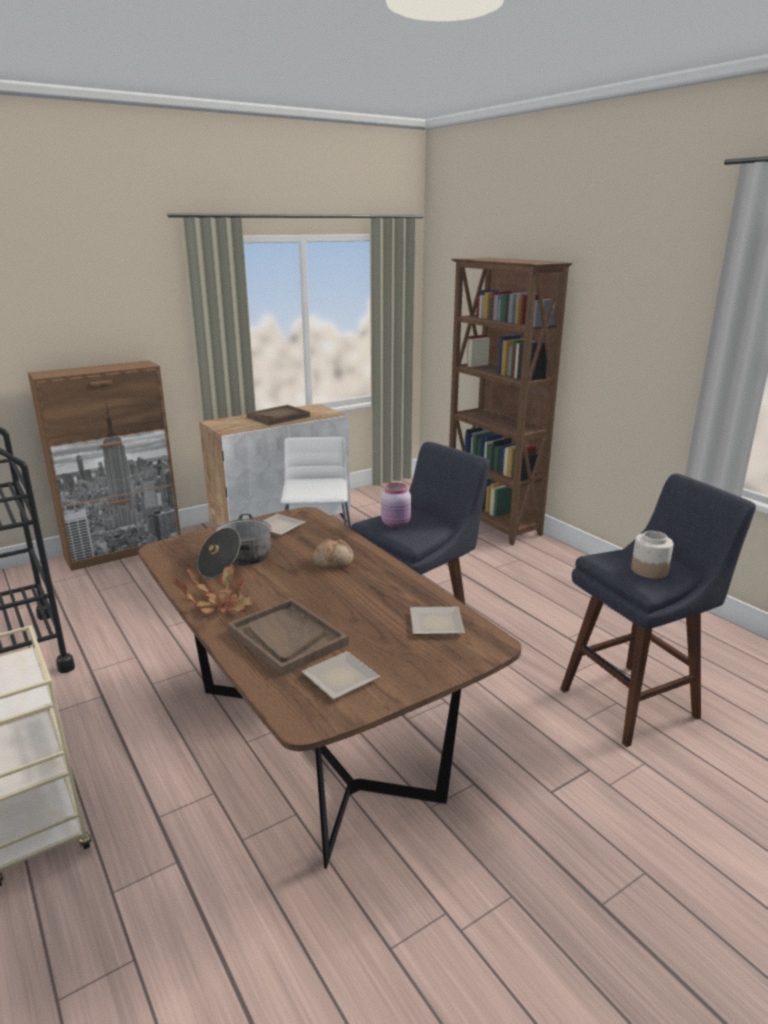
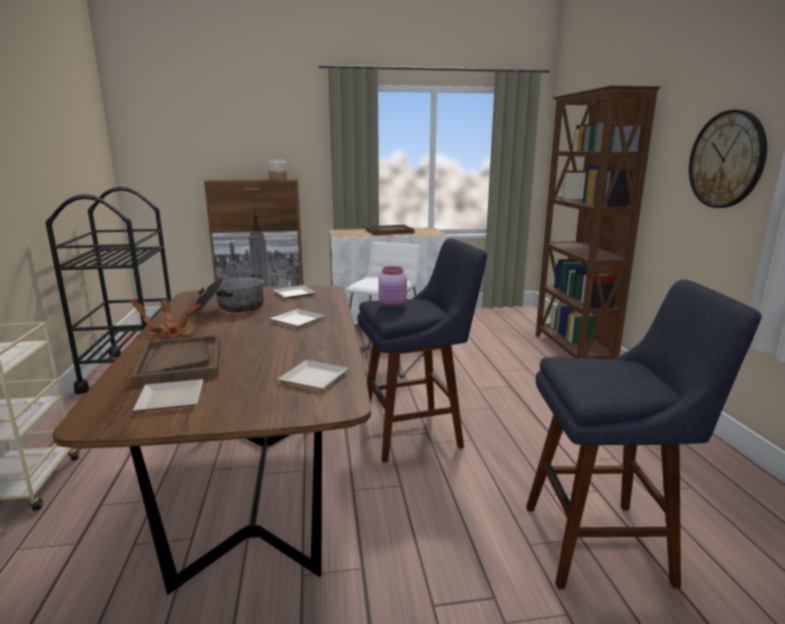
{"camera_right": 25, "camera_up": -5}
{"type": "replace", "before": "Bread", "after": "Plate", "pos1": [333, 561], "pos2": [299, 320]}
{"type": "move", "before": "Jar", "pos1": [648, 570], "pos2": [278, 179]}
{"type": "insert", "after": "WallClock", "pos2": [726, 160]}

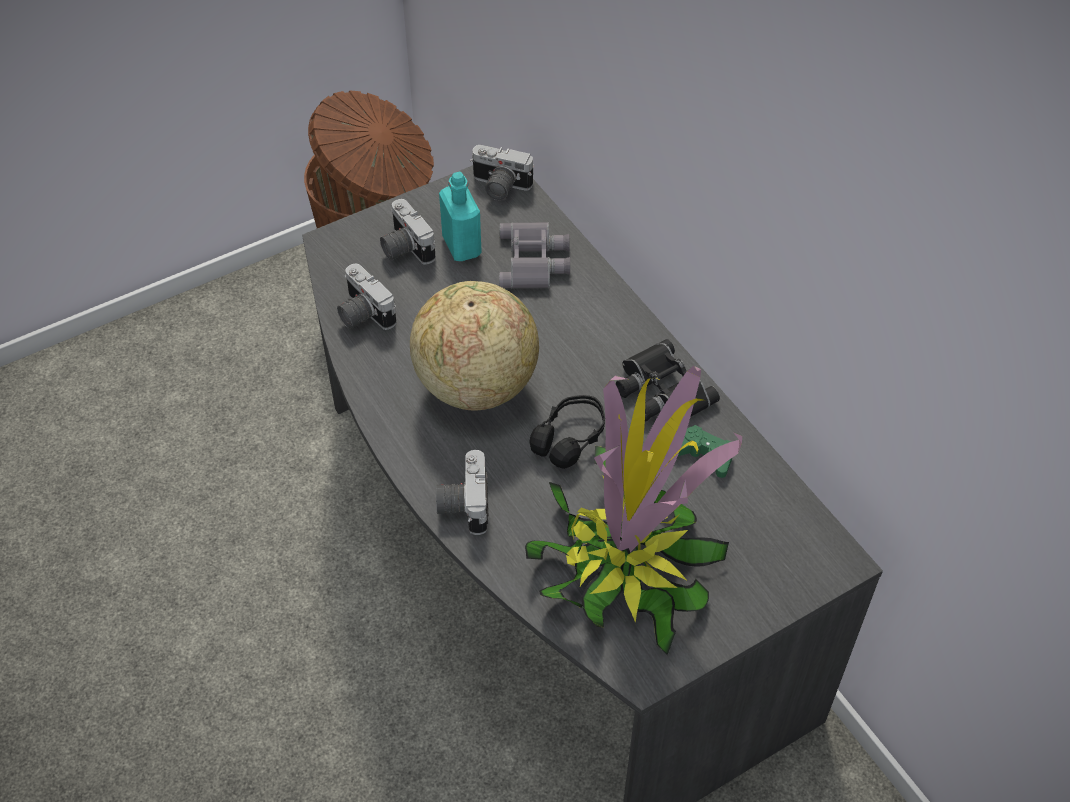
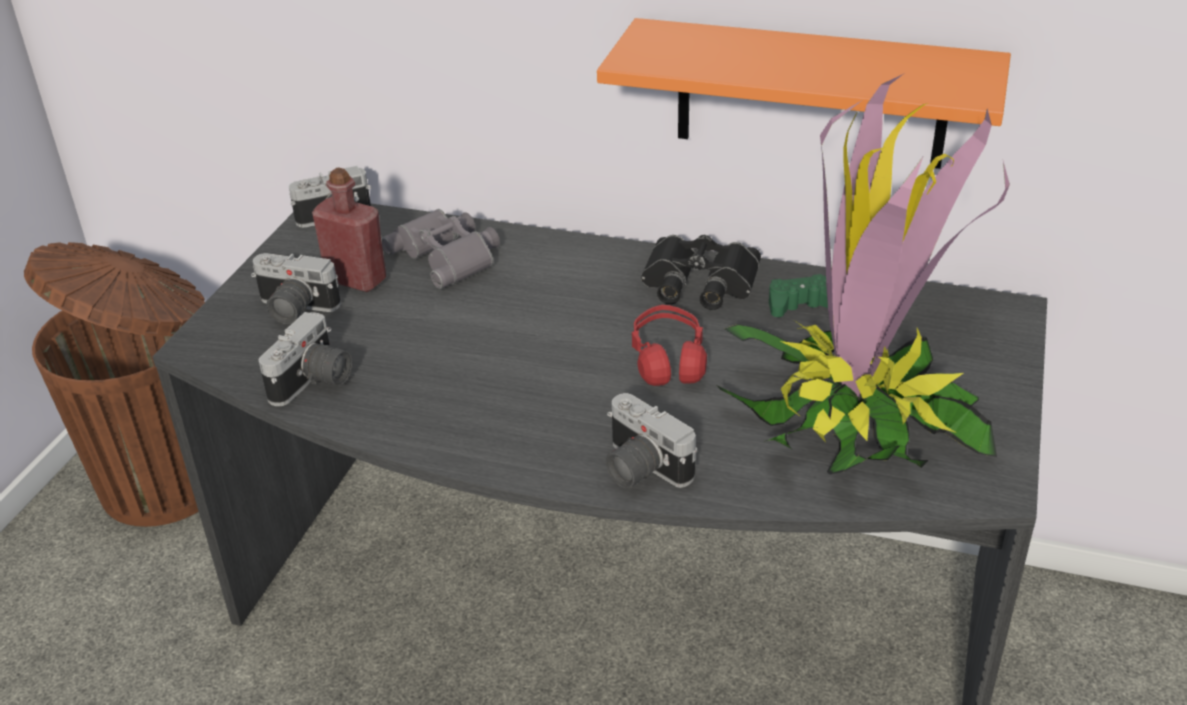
{"camera_right": -40, "camera_up": -15}
{"type": "rotate", "before": "PhotoCamera", "pos1": [362, 314], "pos2": [314, 383], "turn": -75}
{"type": "delete", "before": "Globe", "pos1": [476, 385]}
{"type": "recolor", "before": "TurquoiseBottle", "after": "RedBottle", "pos1": [461, 246], "pos2": [356, 279]}
{"type": "recolor", "before": "BlackHeadphones", "after": "RedHeadphones", "pos1": [570, 438], "pos2": [668, 359]}
{"type": "insert", "after": "OrangeShelf", "pos2": [810, 94]}

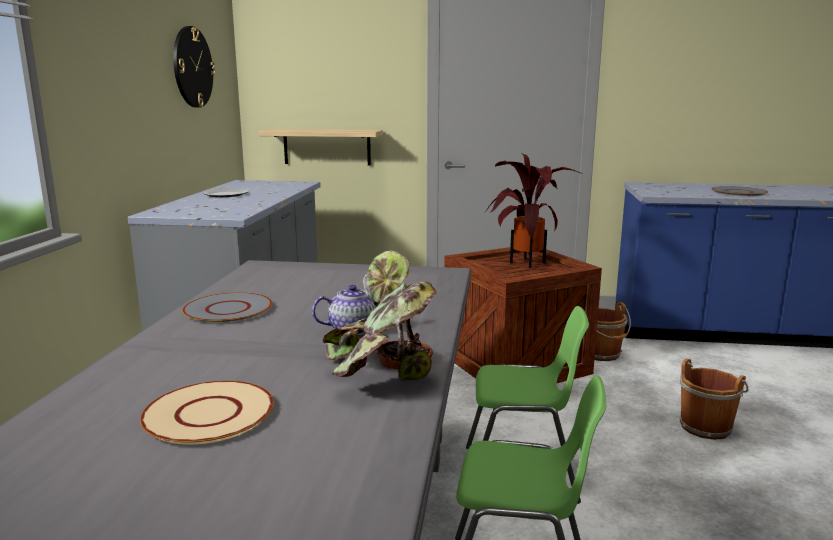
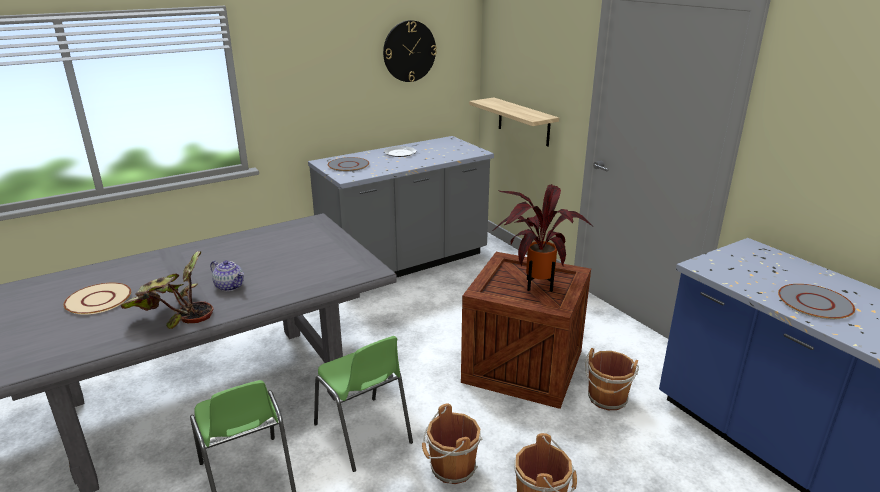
{"camera_right": 50, "camera_up": 10}
{"type": "move", "before": "GreyPlate", "pos1": [228, 310], "pos2": [348, 165]}
{"type": "insert", "after": "BrownBucket", "pos2": [451, 468]}

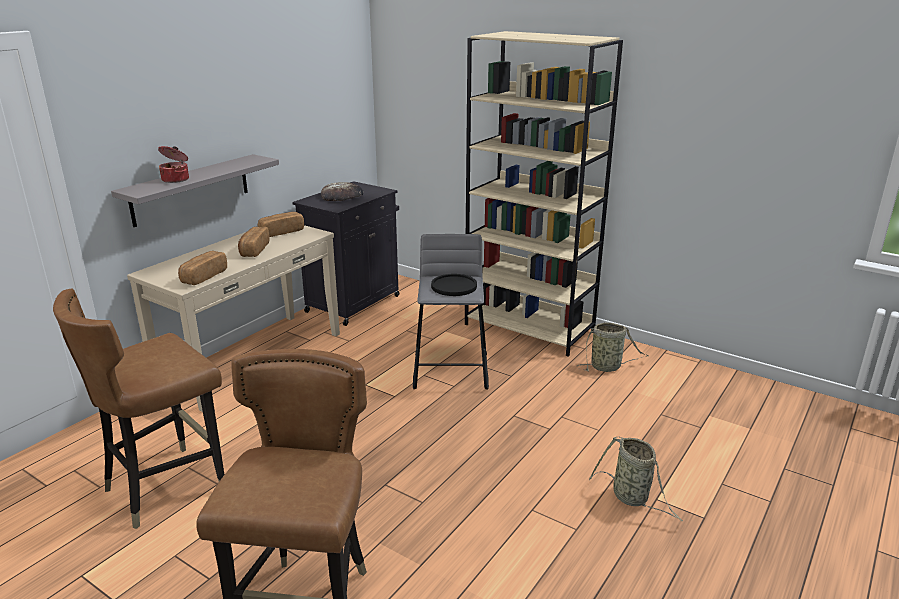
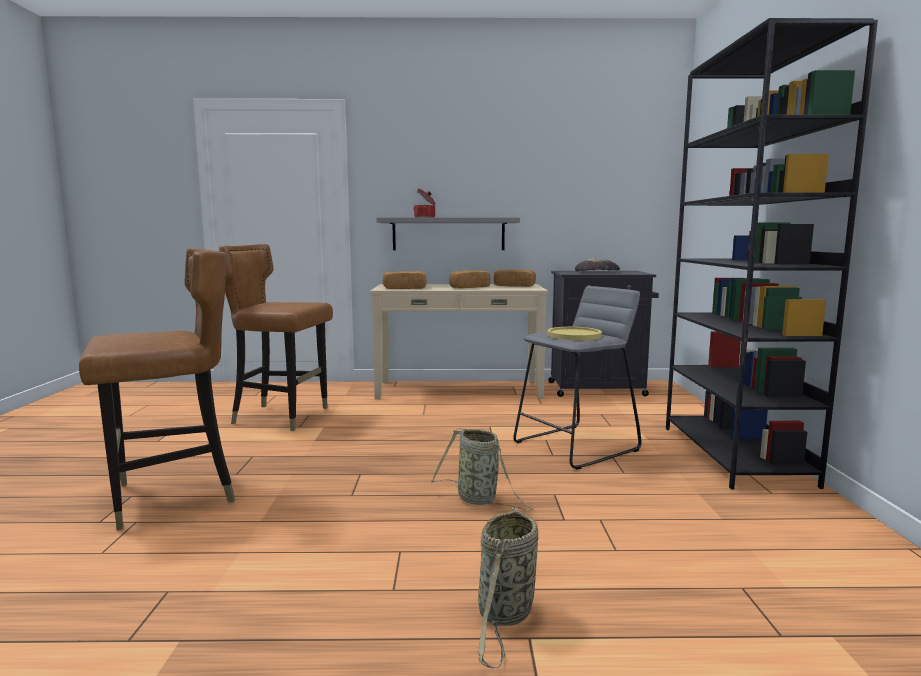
{"camera_right": 55, "camera_up": -15}
{"type": "recolor", "before": "BlackPlate", "after": "YellowPlate", "pos1": [454, 286], "pos2": [574, 335]}
{"type": "recolor", "before": "BeigeBookcase", "after": "BlackBookcase", "pos1": [530, 328], "pos2": [735, 455]}
{"type": "move", "before": "Basket", "pos1": [607, 367], "pos2": [479, 499]}

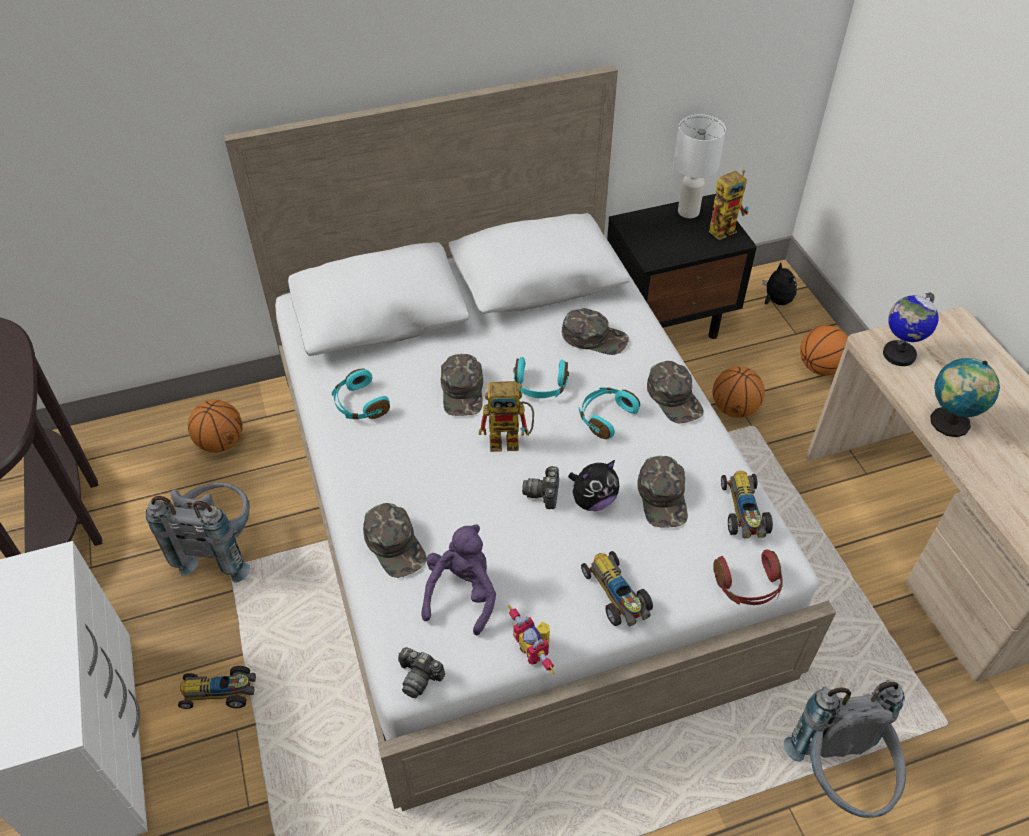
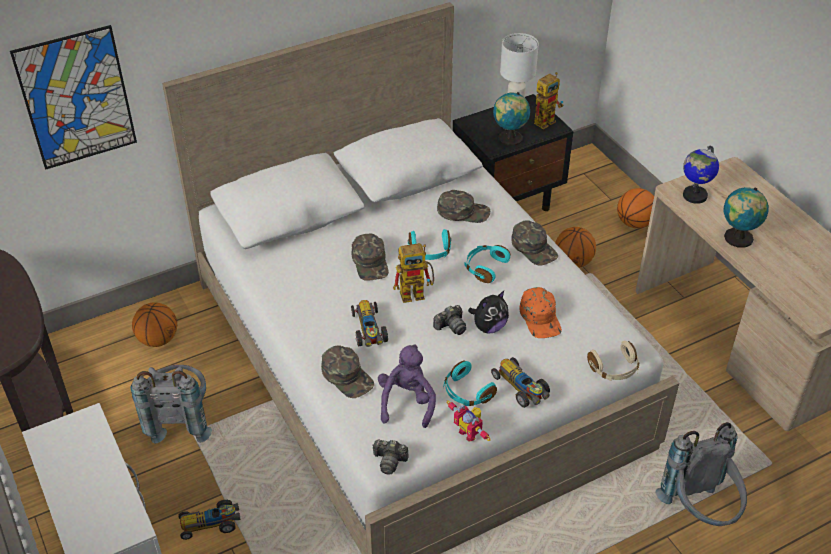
{"camera_right": -10, "camera_up": -5}
{"type": "move", "before": "TurquoiseHeadphones", "pos1": [360, 404], "pos2": [466, 392]}
{"type": "rotate", "before": "PhotoCamera", "pos1": [544, 493], "pos2": [451, 326], "turn": -120}
{"type": "recolor", "before": "GreenCap", "after": "OrangeCap", "pos1": [663, 497], "pos2": [540, 318]}
{"type": "recolor", "before": "RedHeadphones", "after": "BeigeHeadphones", "pos1": [748, 586], "pos2": [614, 369]}
{"type": "move", "before": "ToyCar", "pos1": [744, 512], "pos2": [369, 330]}
{"type": "delete", "before": "PlushToy", "pos1": [776, 301]}
{"type": "insert", "after": "Picture", "pos2": [76, 98]}
{"type": "insert", "after": "Globe", "pos2": [509, 139]}

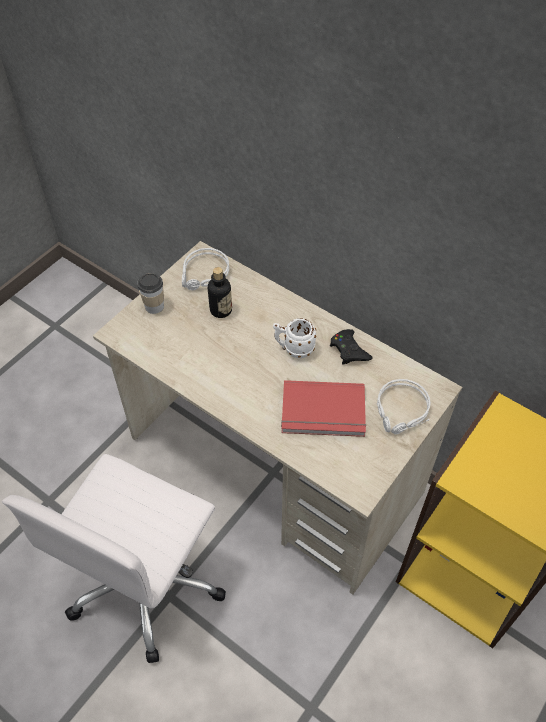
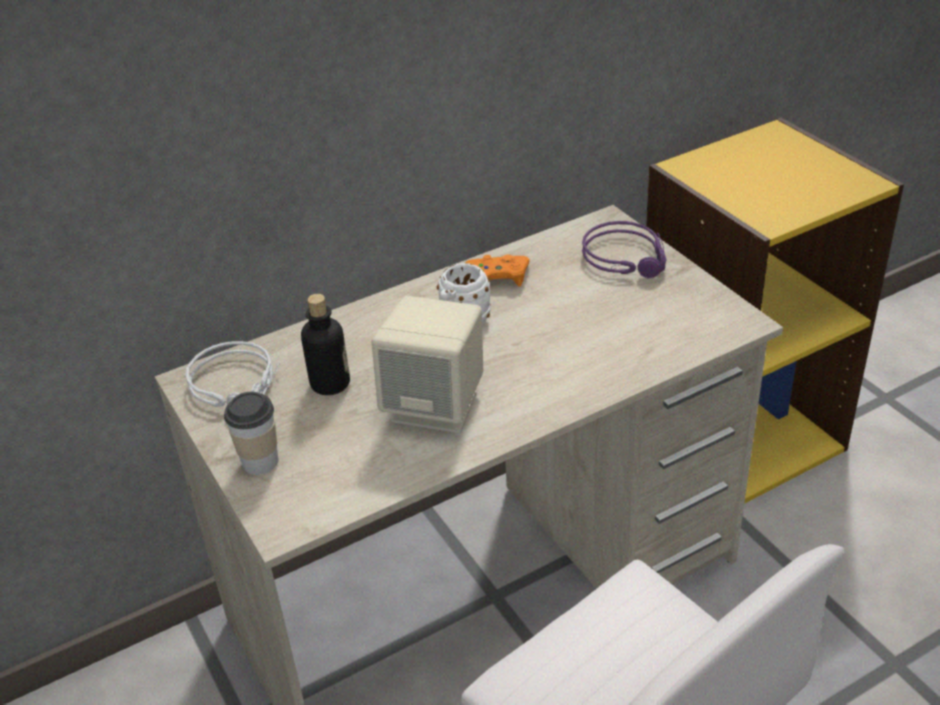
{"camera_right": -65, "camera_up": -15}
{"type": "delete", "before": "RedBook", "pos1": [323, 412]}
{"type": "recolor", "before": "BlackGameController", "after": "OrangeGameController", "pos1": [349, 350], "pos2": [498, 276]}
{"type": "recolor", "before": "GreyHeadphones", "after": "PurpleHeadphones", "pos1": [402, 411], "pos2": [628, 258]}
{"type": "insert", "after": "BeigeSpeaker", "pos2": [436, 406]}

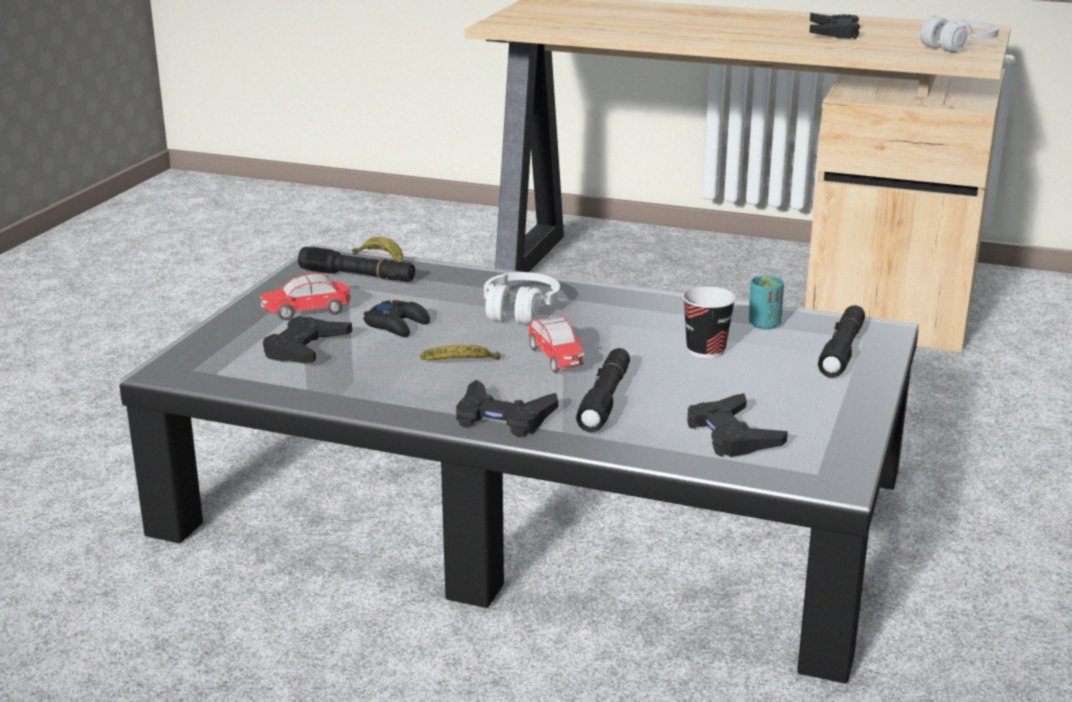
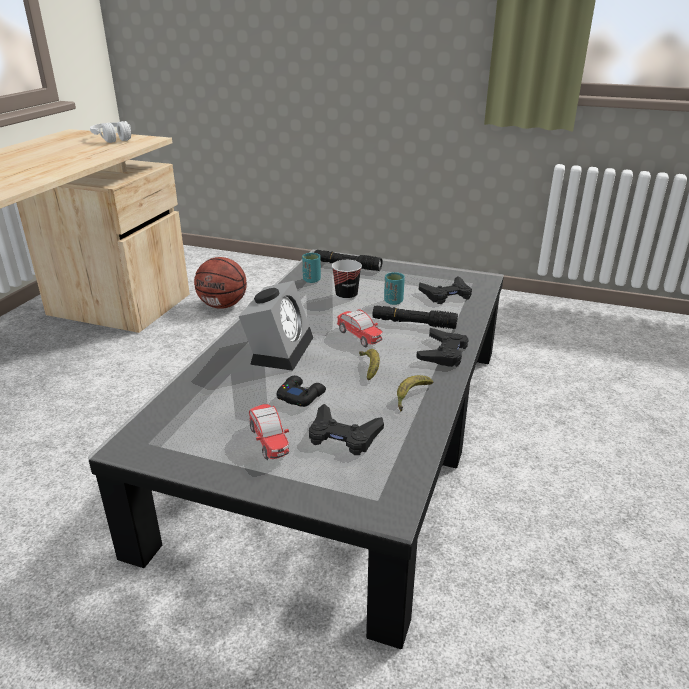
{"camera_right": -90, "camera_up": 5}
{"type": "delete", "before": "BlackFlashlight", "pos1": [357, 276]}
{"type": "move", "before": "Banana", "pos1": [381, 259], "pos2": [411, 396]}
{"type": "replace", "before": "WhiteHeadphones", "after": "AlarmClock", "pos1": [519, 310], "pos2": [279, 348]}
{"type": "rotate", "before": "ToyCar", "pos1": [556, 359], "pos2": [359, 337], "turn": 75}
{"type": "delete", "before": "BlackGameController", "pos1": [833, 33]}
{"type": "insert", "after": "Basketball", "pos2": [223, 305]}
{"type": "insert", "after": "TurquoiseCup", "pos2": [393, 301]}

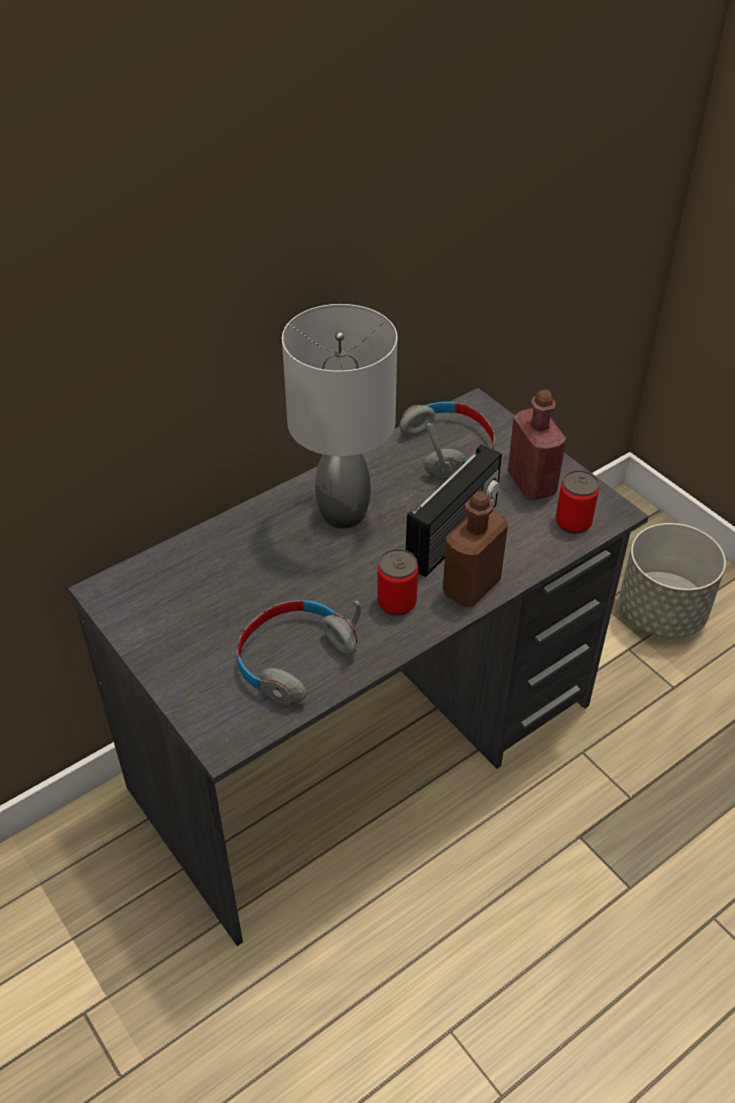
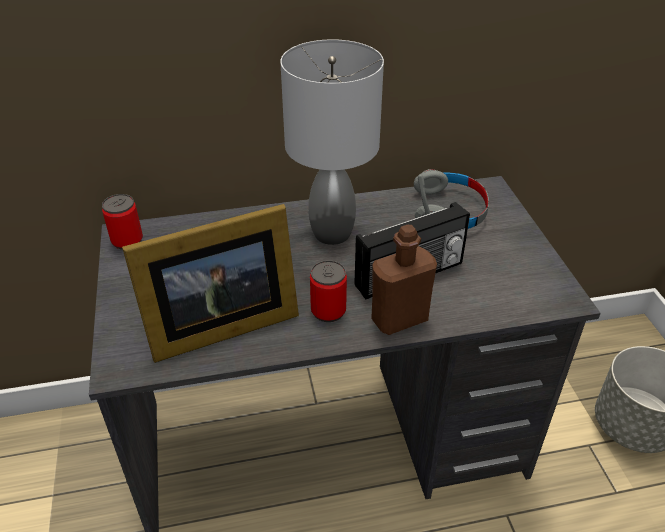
{"camera_right": 25, "camera_up": -5}
{"type": "replace", "before": "GreyHeadphones", "after": "PictureFrame", "pos1": [294, 658], "pos2": [217, 325]}
{"type": "delete", "before": "RedBottle", "pos1": [531, 483]}
{"type": "move", "before": "Can", "pos1": [573, 522], "pos2": [127, 241]}

